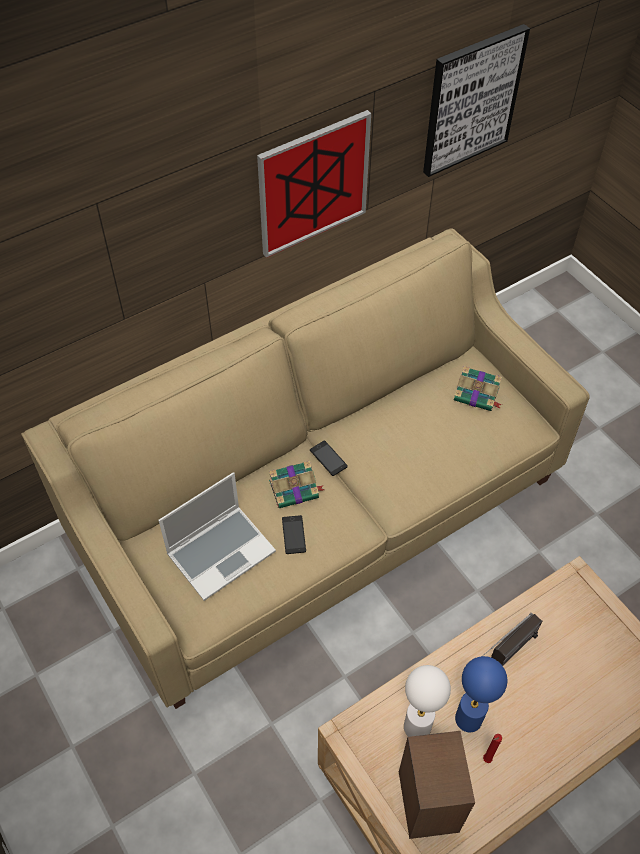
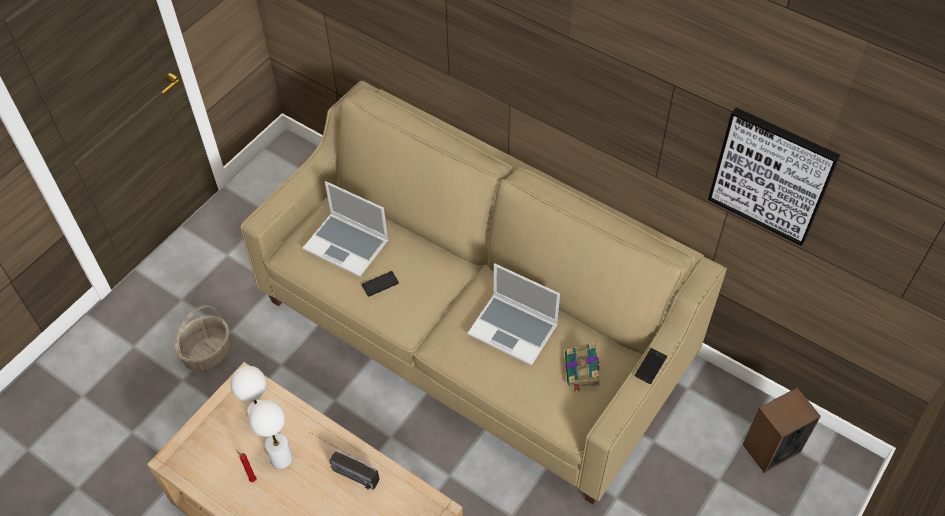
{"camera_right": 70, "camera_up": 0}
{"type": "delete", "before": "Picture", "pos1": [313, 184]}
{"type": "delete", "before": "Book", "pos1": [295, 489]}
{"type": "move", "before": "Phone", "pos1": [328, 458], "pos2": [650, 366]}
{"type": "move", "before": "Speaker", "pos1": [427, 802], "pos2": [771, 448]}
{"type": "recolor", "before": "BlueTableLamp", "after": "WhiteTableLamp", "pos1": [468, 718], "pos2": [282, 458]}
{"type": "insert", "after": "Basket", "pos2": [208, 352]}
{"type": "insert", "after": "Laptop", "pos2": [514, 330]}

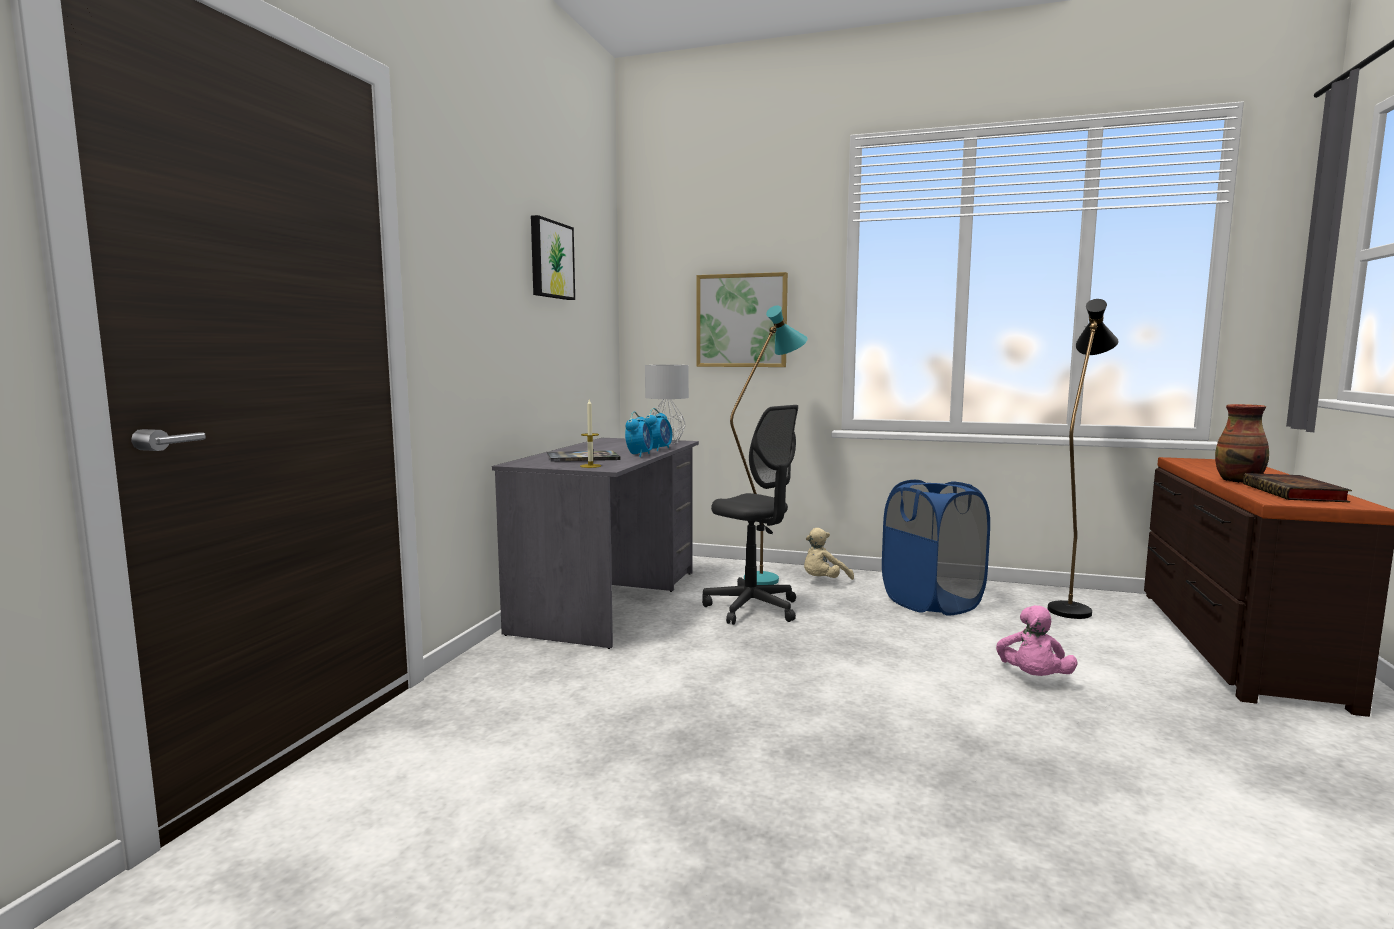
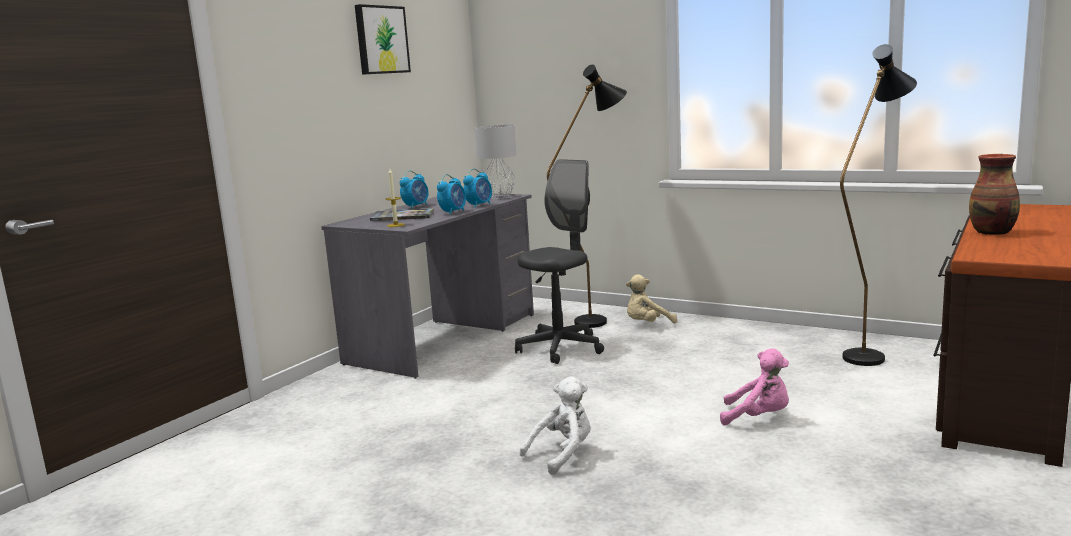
{"camera_right": 15, "camera_up": 5}
{"type": "delete", "before": "Picture", "pos1": [741, 321]}
{"type": "rotate", "before": "GreyOfficeChair", "pos1": [752, 609], "pos2": [560, 348], "turn": -105}
{"type": "recolor", "before": "TurquoiseFloorLamp", "after": "BlackFloorLamp", "pos1": [769, 577], "pos2": [600, 320]}
{"type": "delete", "before": "BlueLaundryBasket", "pos1": [932, 602]}
{"type": "rotate", "before": "PinkPlushToy", "pos1": [1033, 679], "pos2": [758, 417], "turn": -105}
{"type": "delete", "before": "Book", "pos1": [1295, 494]}
{"type": "insert", "after": "AlarmClock", "pos2": [416, 206]}
{"type": "insert", "after": "WhitePlushToy", "pos2": [563, 454]}

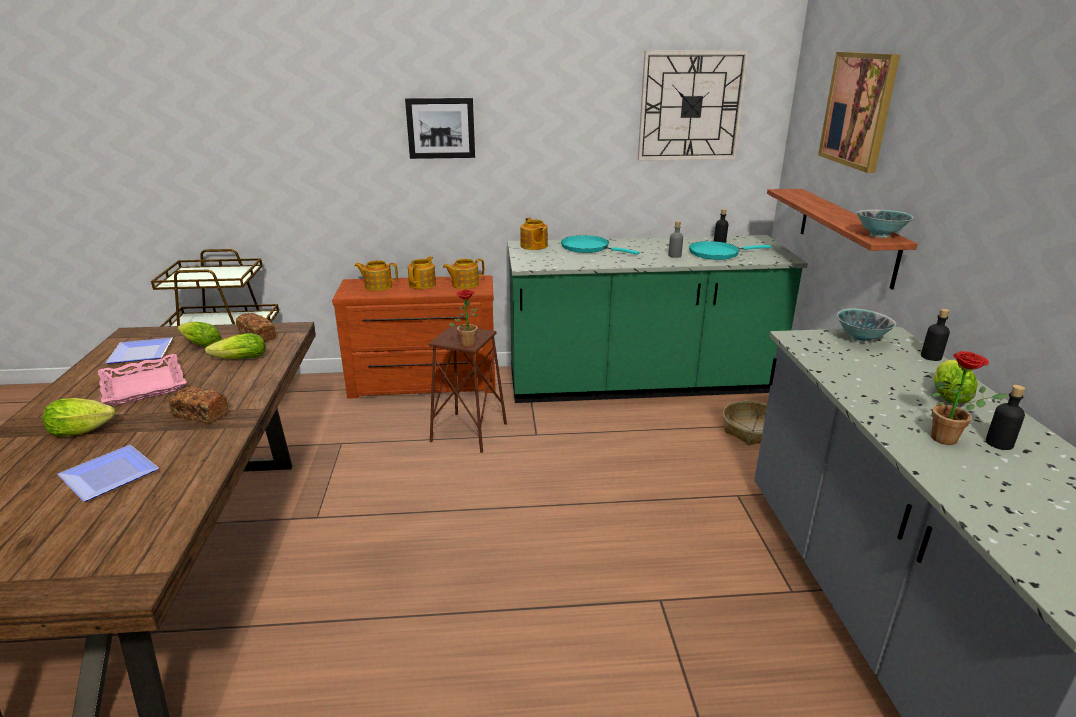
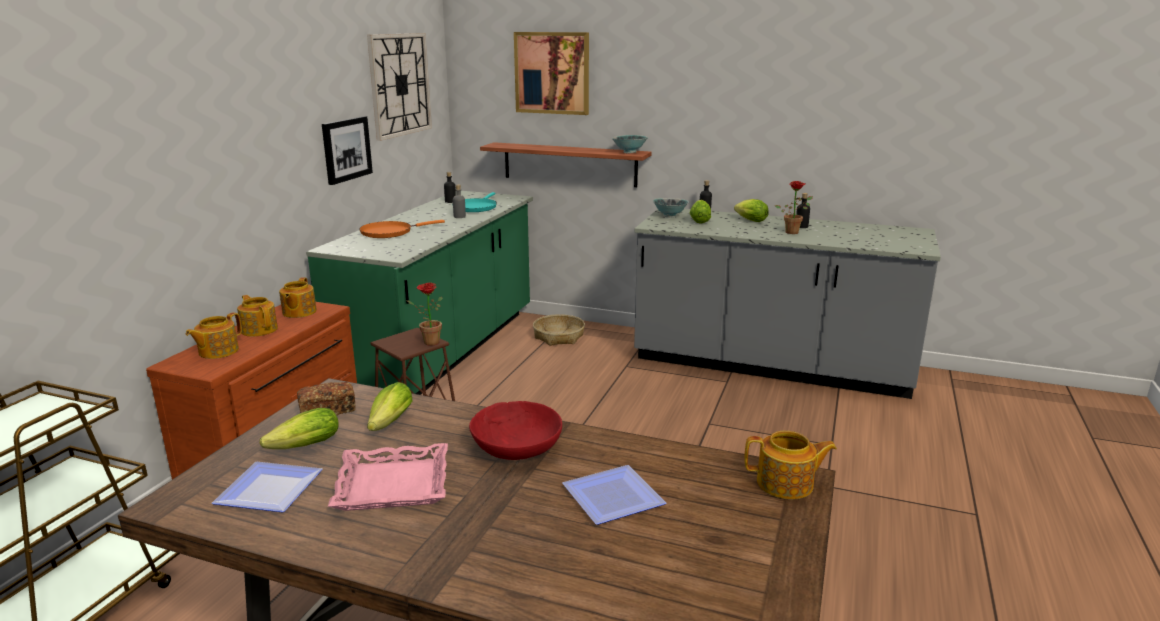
{"camera_right": -65, "camera_up": -5}
{"type": "move", "before": "Lettuce", "pos1": [86, 431], "pos2": [699, 221]}
{"type": "replace", "before": "Bread", "after": "RedBowl", "pos1": [200, 414], "pos2": [516, 448]}
{"type": "move", "before": "Picture", "pos1": [441, 128], "pos2": [346, 149]}
{"type": "move", "before": "Teapot", "pos1": [533, 246], "pos2": [786, 484]}
{"type": "recolor", "before": "TurquoiseFryingPan", "after": "OrangeFryingPan", "pos1": [588, 248], "pos2": [390, 232]}

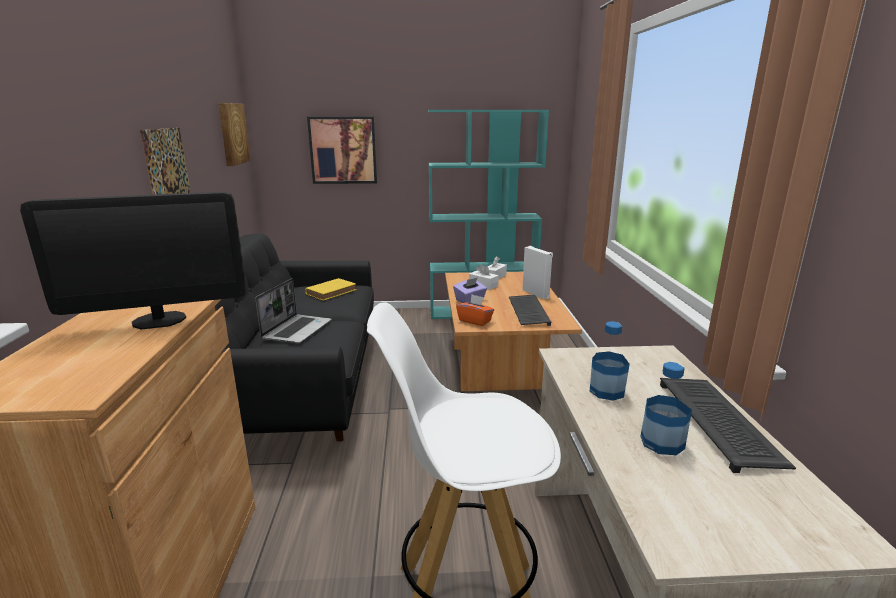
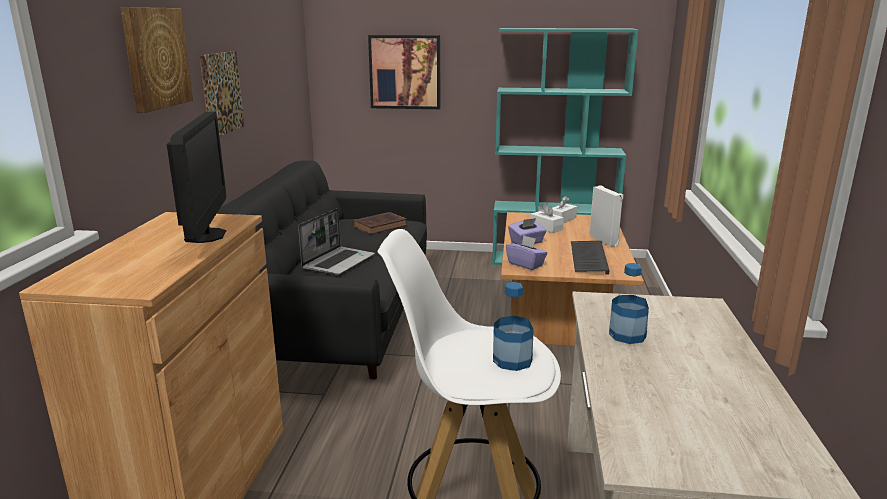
{"camera_right": 10, "camera_up": 0}
{"type": "rotate", "before": "Monitor", "pos1": [159, 320], "pos2": [205, 235], "turn": -90}
{"type": "move", "before": "Picture", "pos1": [232, 134], "pos2": [155, 58]}
{"type": "recolor", "before": "YellowBook", "after": "BrownBook", "pos1": [332, 292], "pos2": [381, 226]}
{"type": "recolor", "before": "OrangeTissueBox", "after": "PurpleTissueBox", "pos1": [475, 321], "pos2": [525, 264]}
{"type": "move", "before": "Bottle", "pos1": [662, 442], "pos2": [512, 360]}
{"type": "delete", "before": "Keyboard", "pos1": [720, 423]}

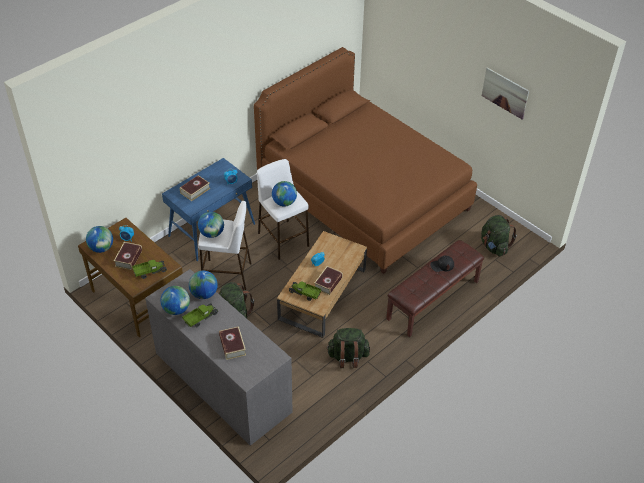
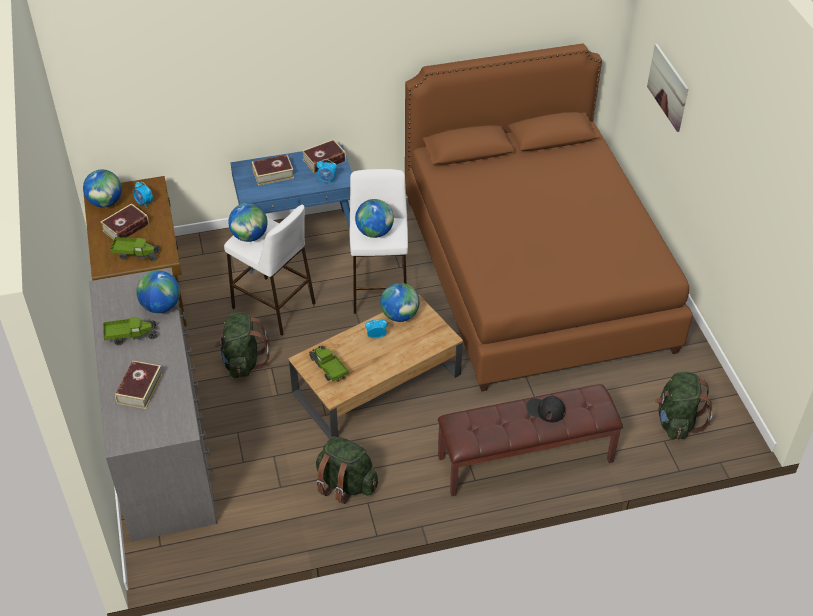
{"camera_right": 30, "camera_up": 0}
{"type": "move", "before": "Globe", "pos1": [176, 309], "pos2": [399, 315]}
{"type": "move", "before": "Book", "pos1": [328, 283], "pos2": [324, 160]}
{"type": "move", "before": "Picture", "pos1": [505, 93], "pos2": [668, 87]}

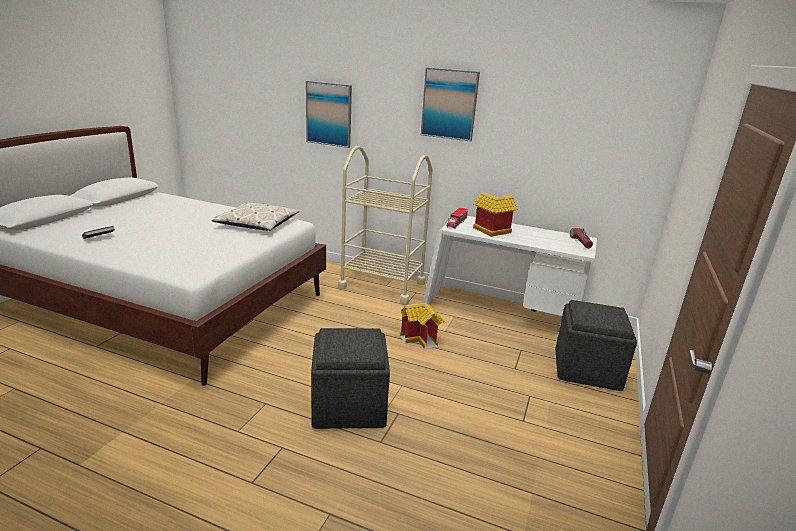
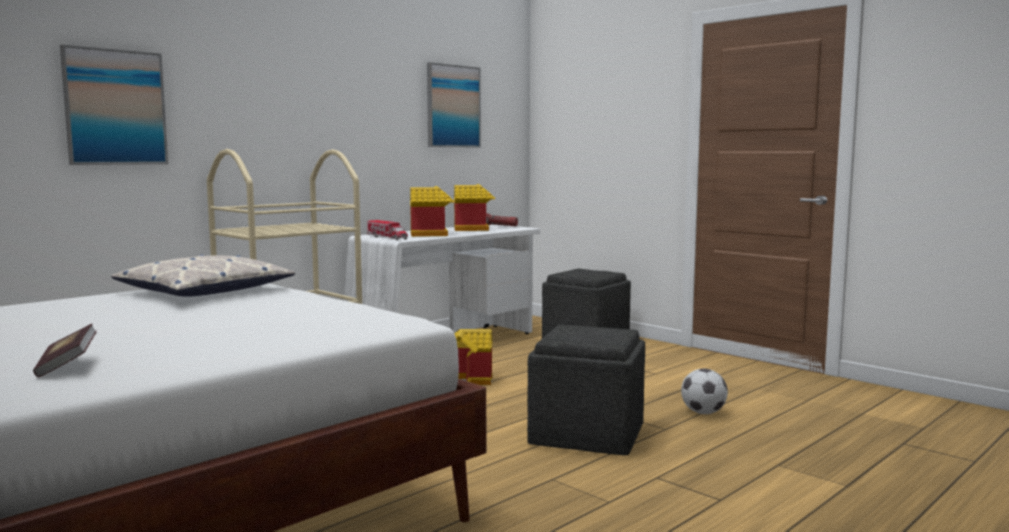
{"camera_right": -65, "camera_up": -15}
{"type": "move", "before": "Picture", "pos1": [449, 104], "pos2": [453, 106]}
{"type": "insert", "after": "ToyHouse", "pos2": [474, 229]}
{"type": "insert", "after": "Football", "pos2": [703, 413]}

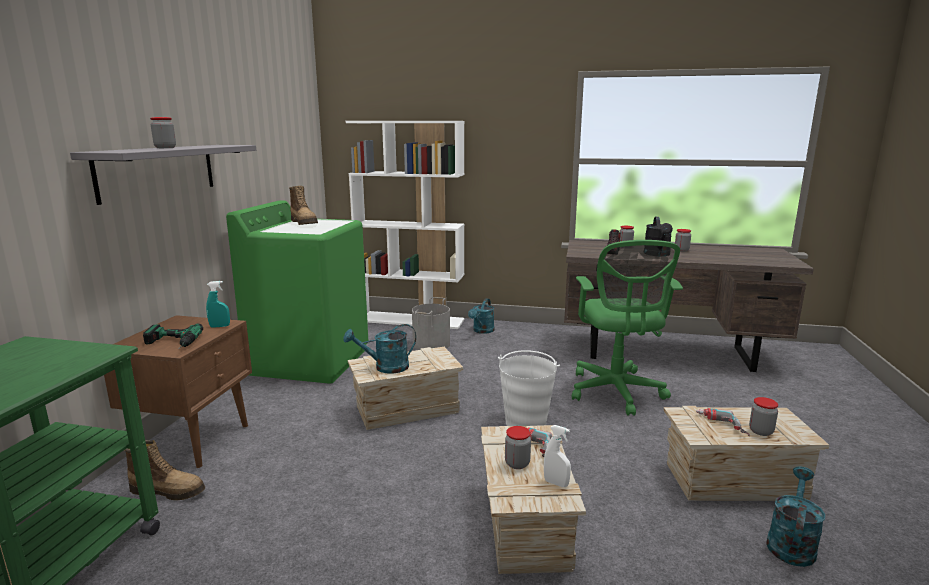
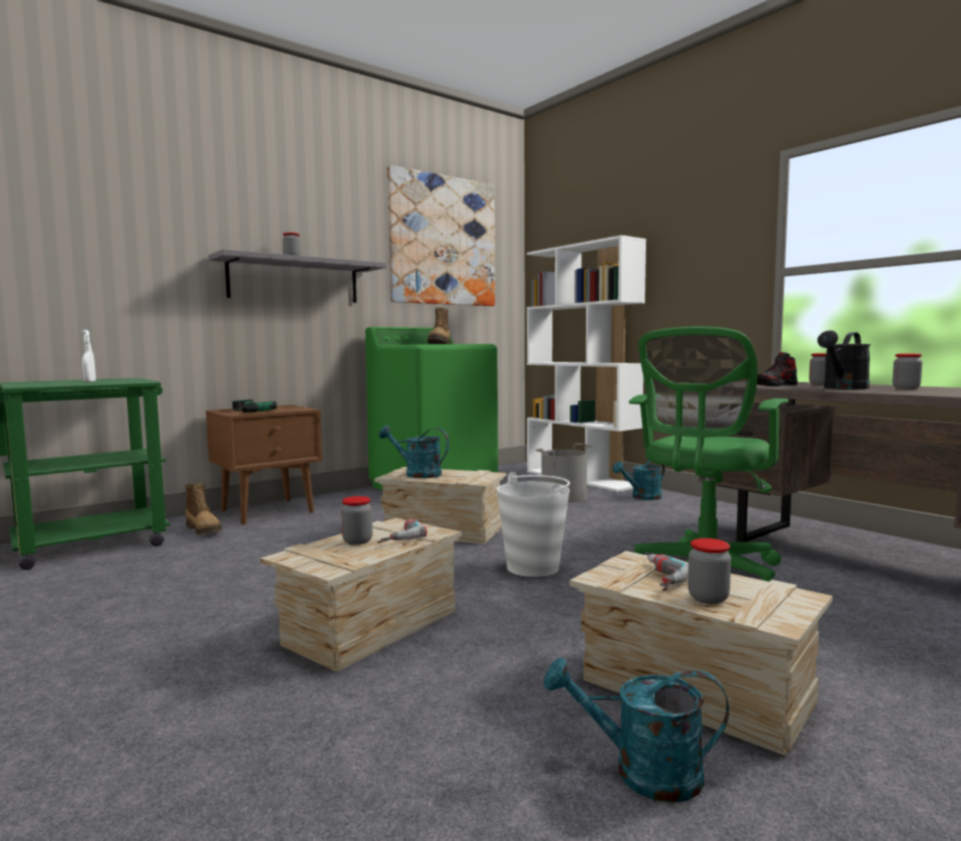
{"camera_right": 40, "camera_up": -10}
{"type": "delete", "before": "TurquoiseSprayBottle", "pos1": [220, 326]}
{"type": "move", "before": "WhiteSprayBottle", "pos1": [556, 483], "pos2": [89, 381]}
{"type": "rotate", "before": "TurquoiseWateringCan", "pos1": [791, 543], "pos2": [642, 772], "turn": -150}
{"type": "insert", "after": "Picture", "pos2": [443, 241]}

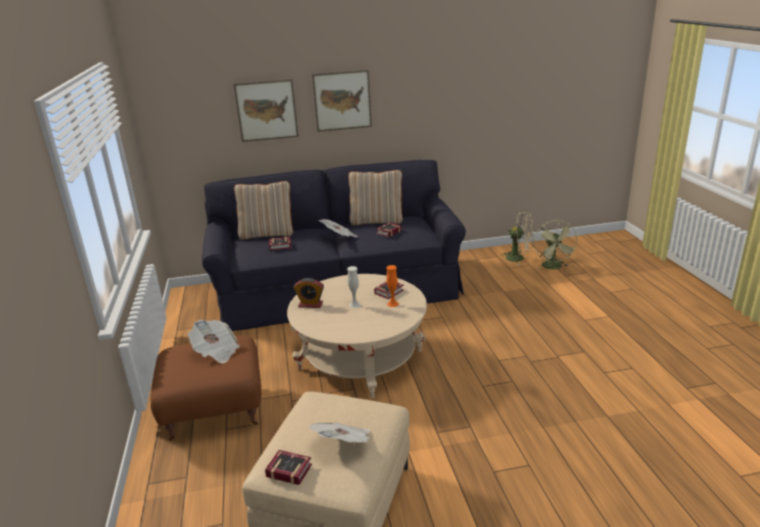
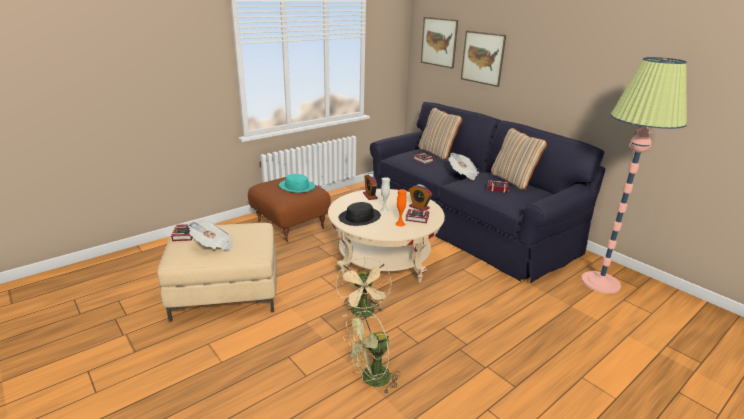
{"camera_right": 60, "camera_up": 0}
{"type": "replace", "before": "Newspaper", "after": "TurquoiseHat", "pos1": [216, 351], "pos2": [296, 186]}
{"type": "move", "before": "Picture", "pos1": [342, 100], "pos2": [439, 42]}
{"type": "move", "before": "BeigeFan", "pos1": [519, 258], "pos2": [364, 313]}
{"type": "move", "before": "GreenFan", "pos1": [553, 267], "pos2": [371, 380]}
{"type": "insert", "after": "BlackHat", "pos2": [359, 217]}
{"type": "insert", "after": "AlarmClock", "pos2": [419, 207]}
{"type": "insert", "after": "FloorLamp", "pos2": [600, 282]}

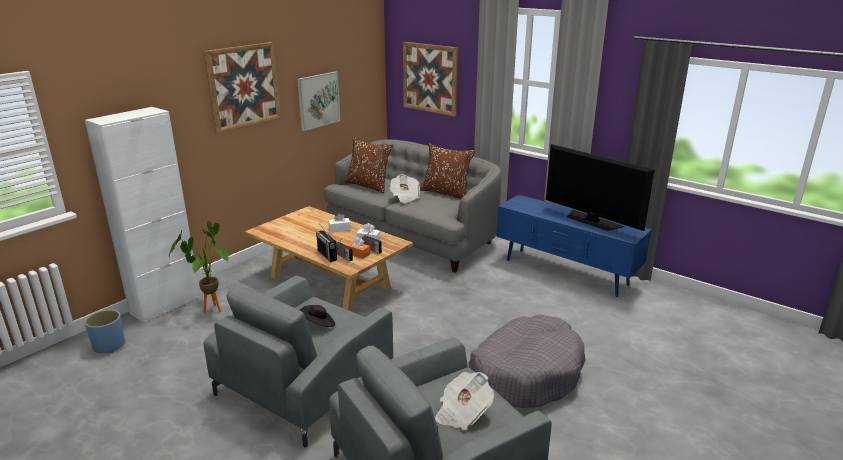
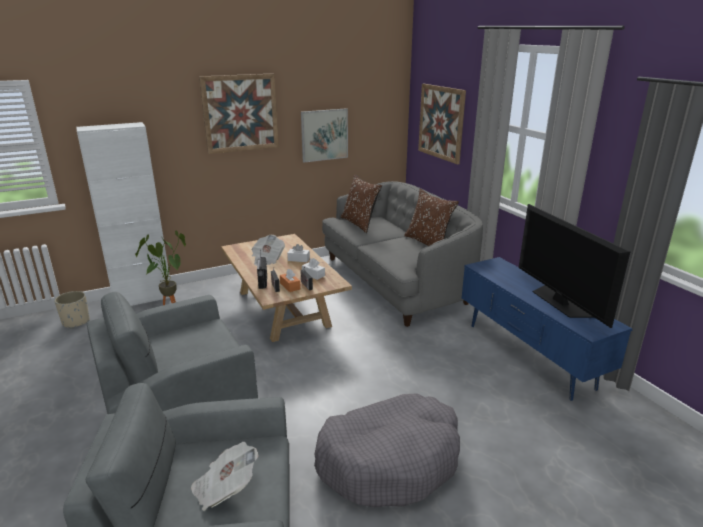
{"camera_right": 25, "camera_up": 0}
{"type": "recolor", "before": "BluePlanter", "after": "BeigePlanter", "pos1": [109, 346], "pos2": [76, 322]}
{"type": "delete", "before": "BlackHat", "pos1": [318, 324]}
{"type": "move", "before": "Newspaper", "pos1": [405, 197], "pos2": [267, 259]}

